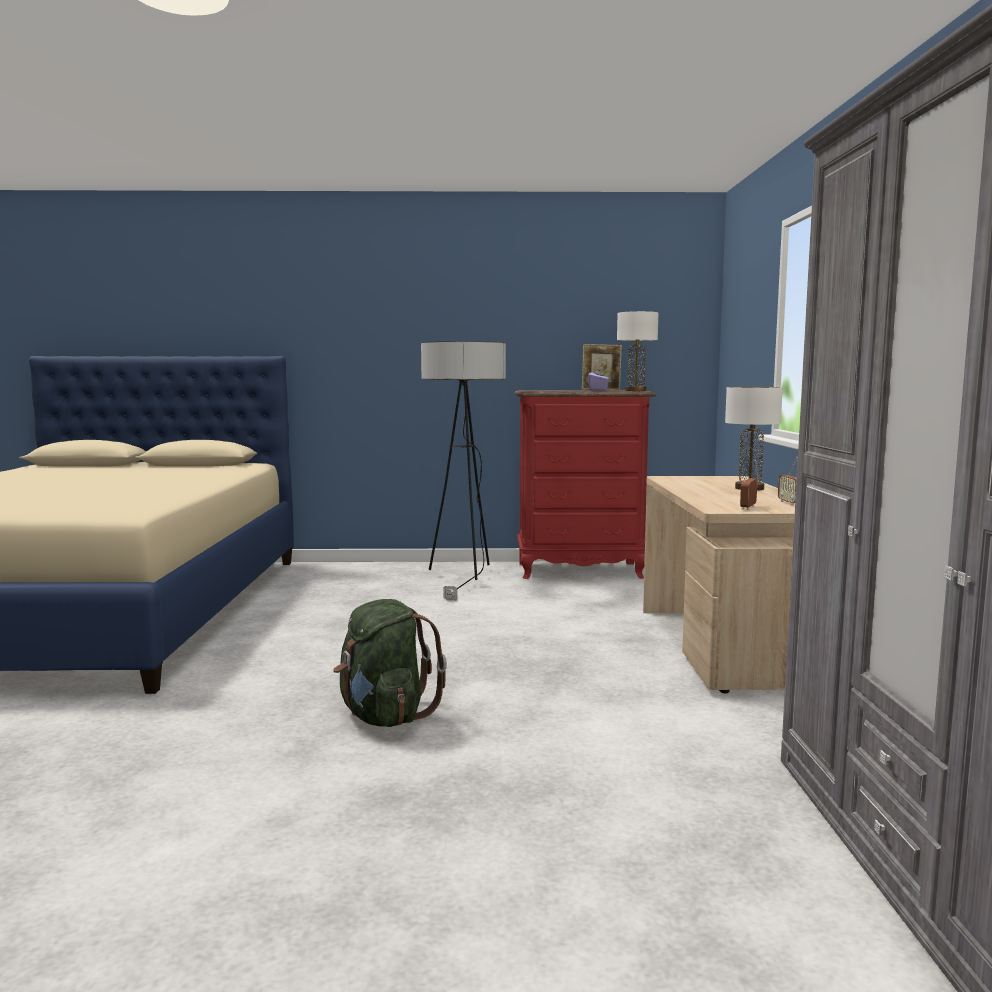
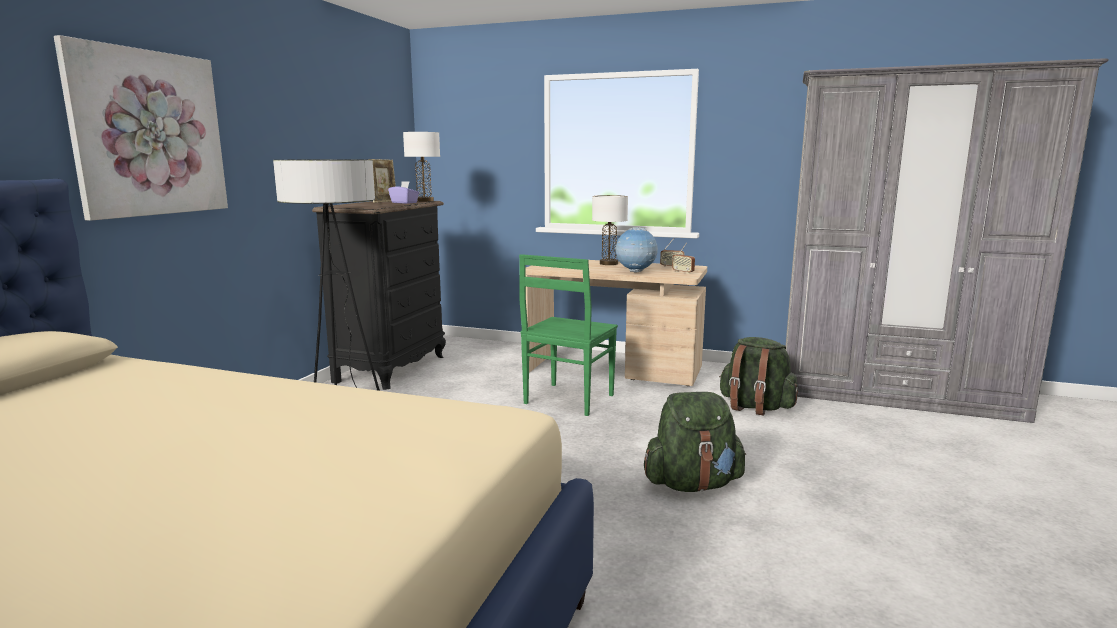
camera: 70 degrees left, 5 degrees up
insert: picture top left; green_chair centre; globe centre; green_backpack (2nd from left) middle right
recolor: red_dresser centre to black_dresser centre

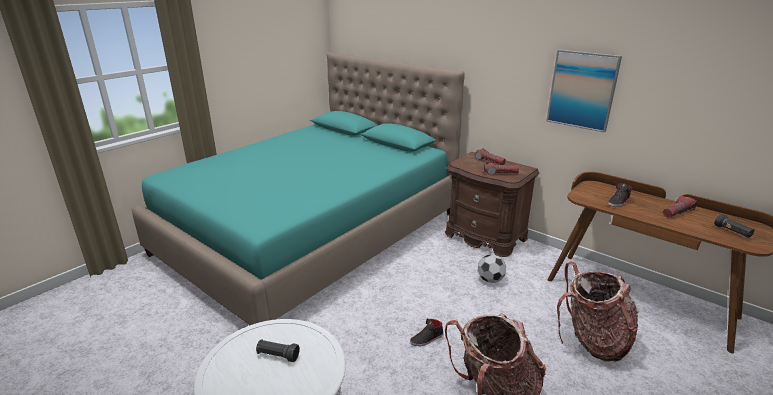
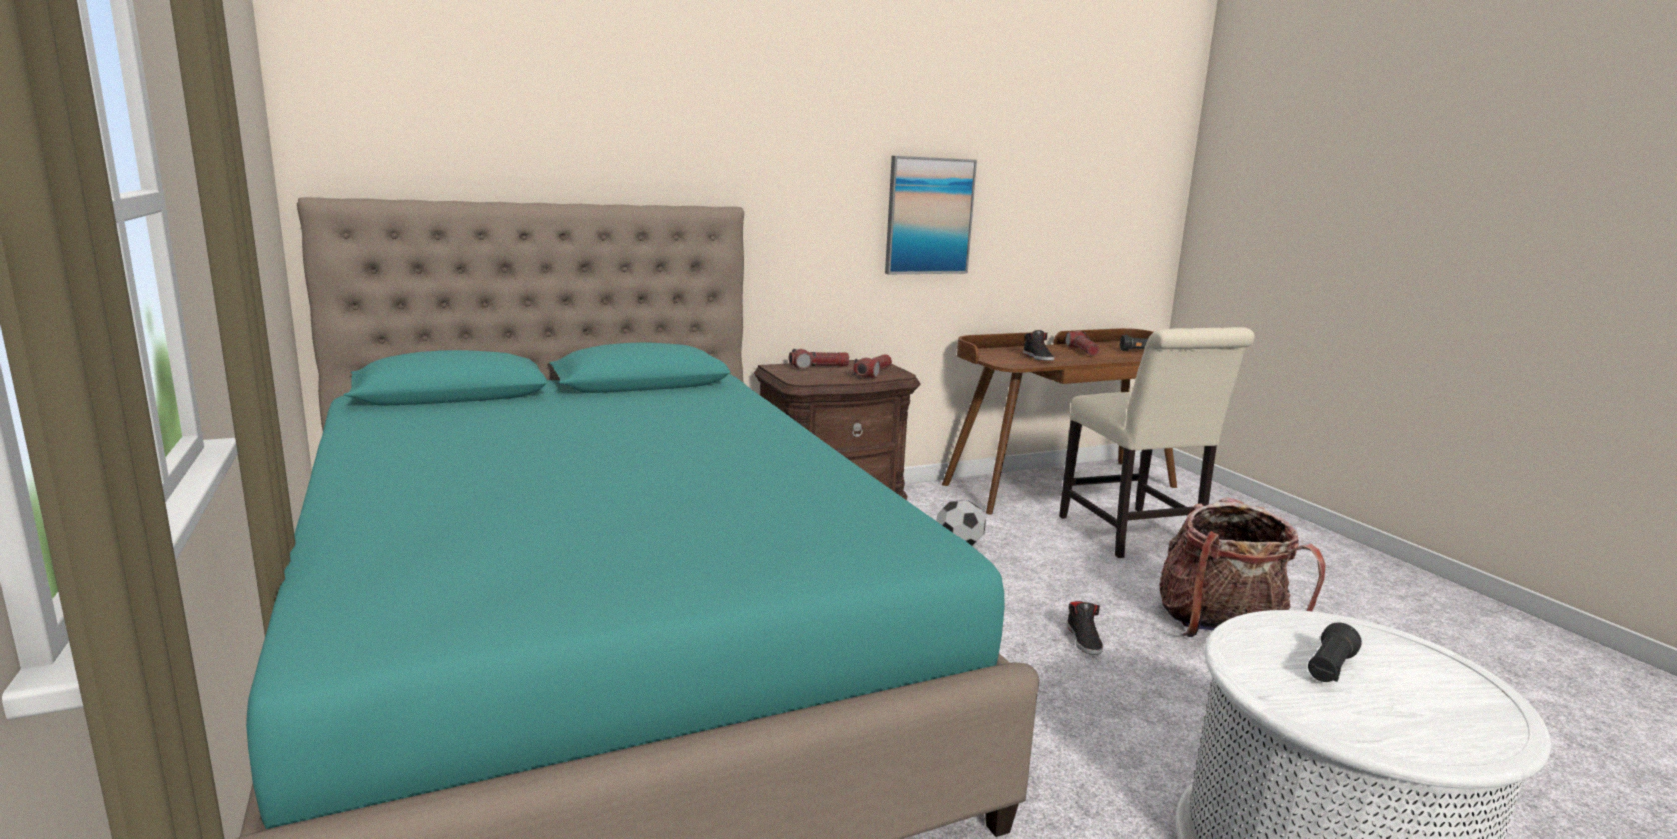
camera: 65 degrees left, 10 degrees down
replace: backpack (2nd from left) bottom right to beige_chair middle right

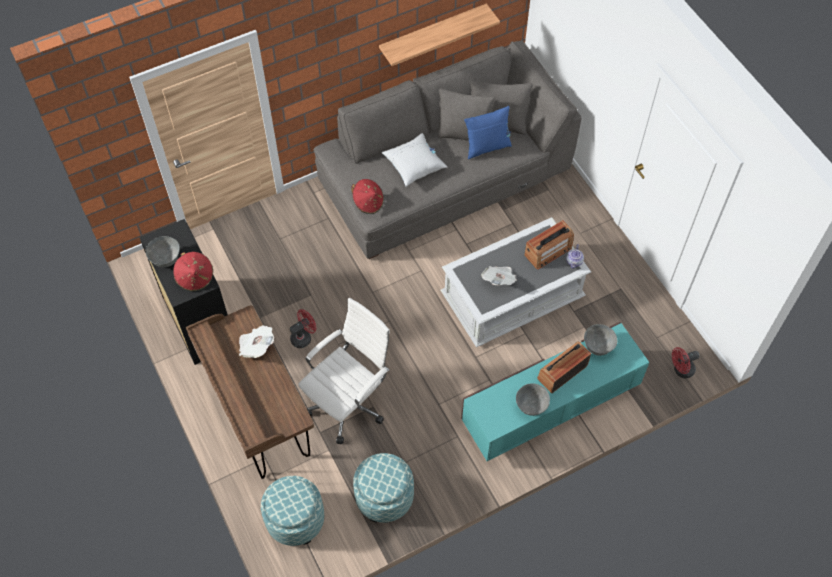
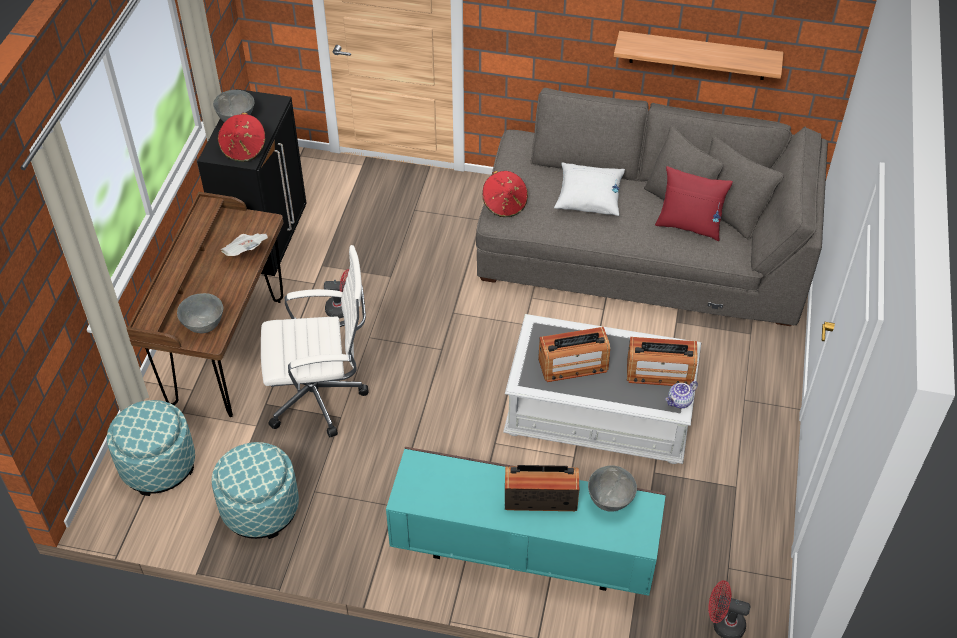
camera: 40 degrees right, 10 degrees down
move: grey_bowl (2nd from left in the first image) bottom centre to grey_bowl (1st from left) middle left
replace: newspaper (2nd from left) centre to radio (2nd from left) centre
recolor: blue_pillow top centre to red_pillow top right

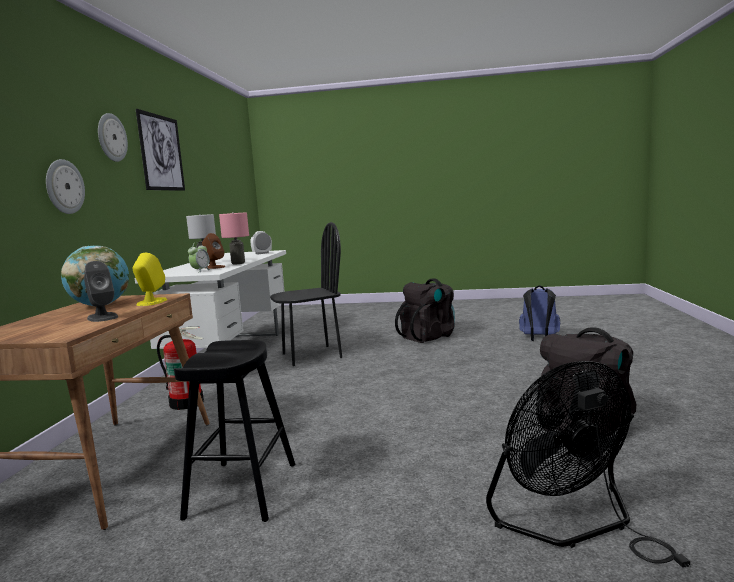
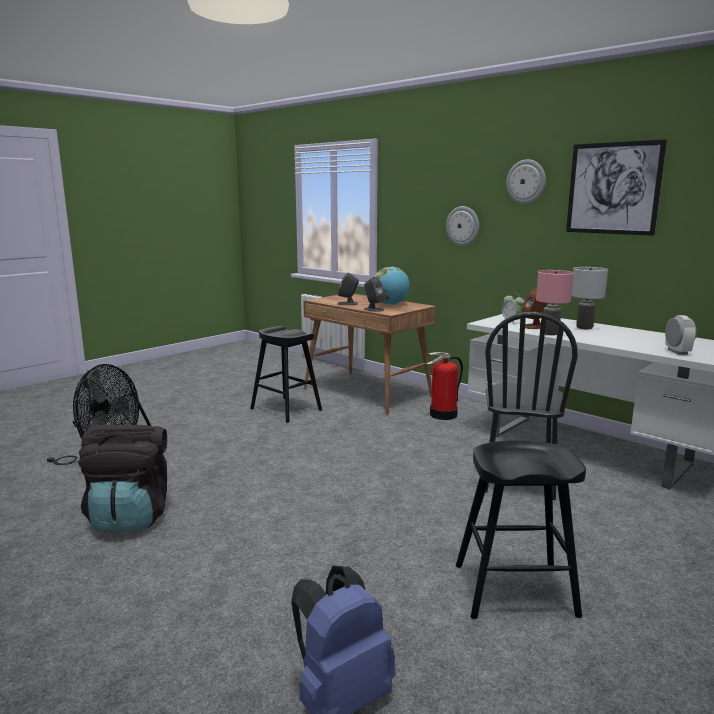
camera: 125 degrees right, 5 degrees up
replace: black_backpack (1st from left) centre to black_stool (2nd from left) bottom right
recolor: yellow_speaker middle left to grey_speaker (2nd from left) centre

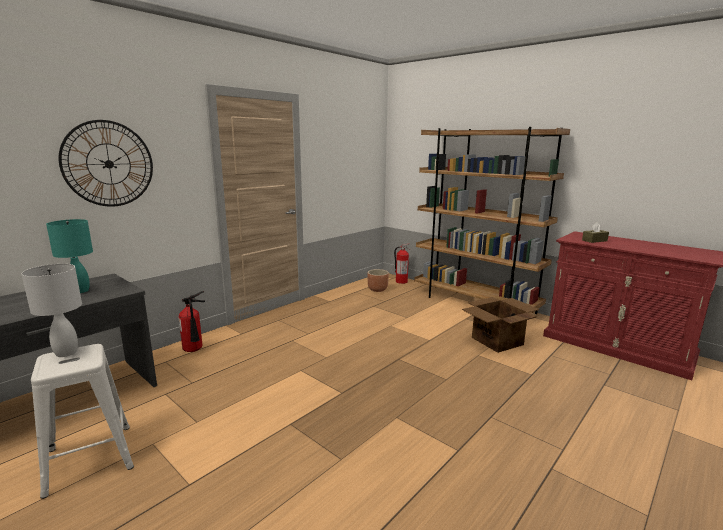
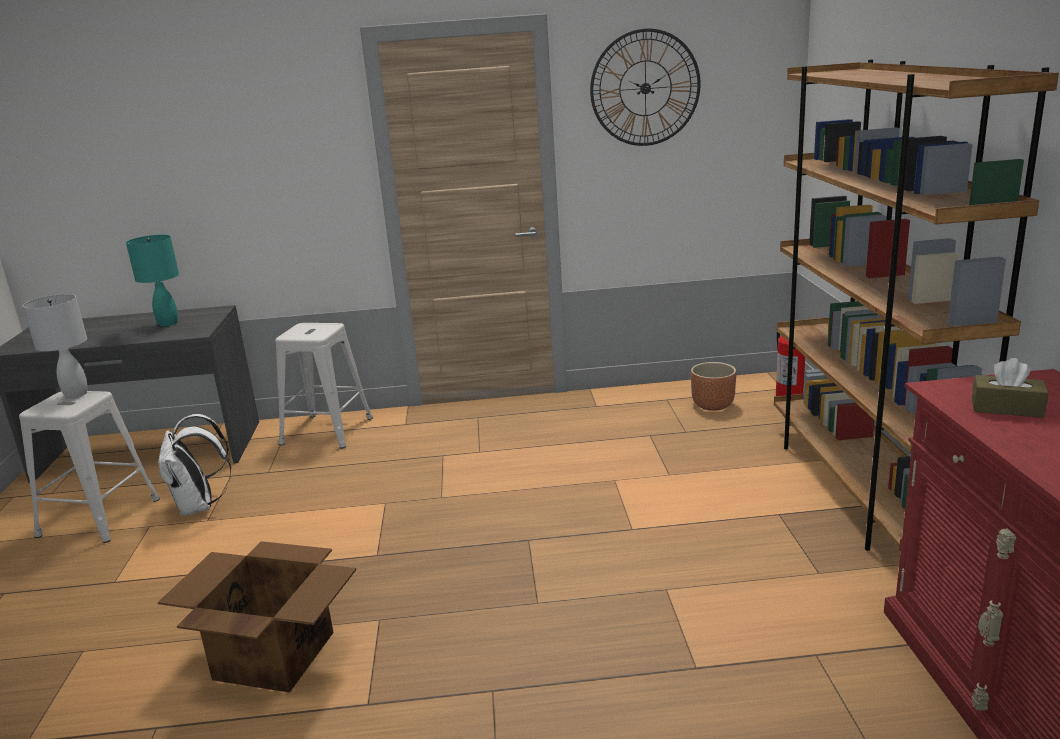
camera: 45 degrees right, 5 degrees up
insert: white_backpack middle left
move: wall_clock top left to top centre; cardboard_box middle right to bottom left
replace: fire_extinguisher (1st from left) middle left to white_stool (2nd from left) middle left

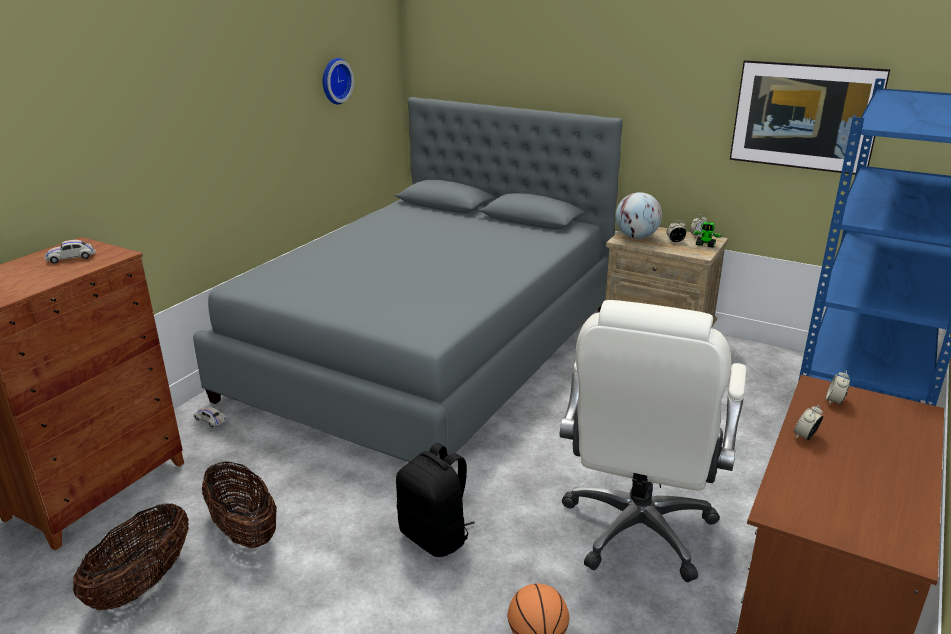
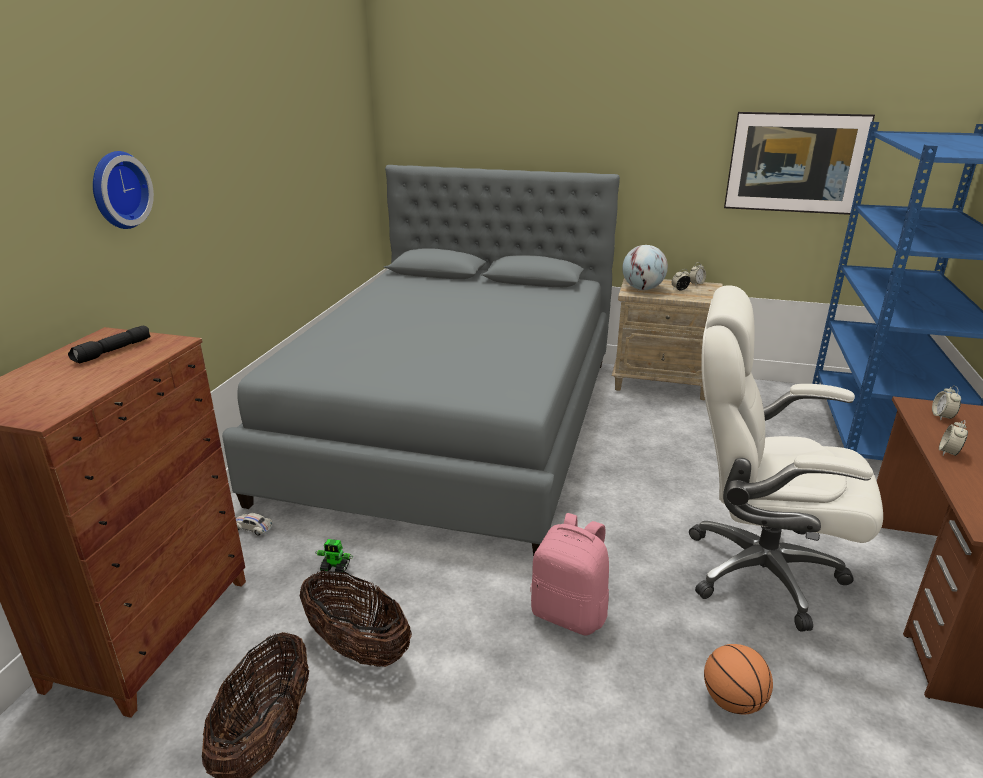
camera: 15 degrees left, 0 degrees up
move: wall_clock top centre to top left; toy_robot middle right to bottom centre
replace: white_toy_car (1st from left) middle left to black_flashlight middle left
recolor: black_backpack bottom centre to pink_backpack bottom centre
rotate: white_office_chair bottom right = middle right 105 degrees clockwise

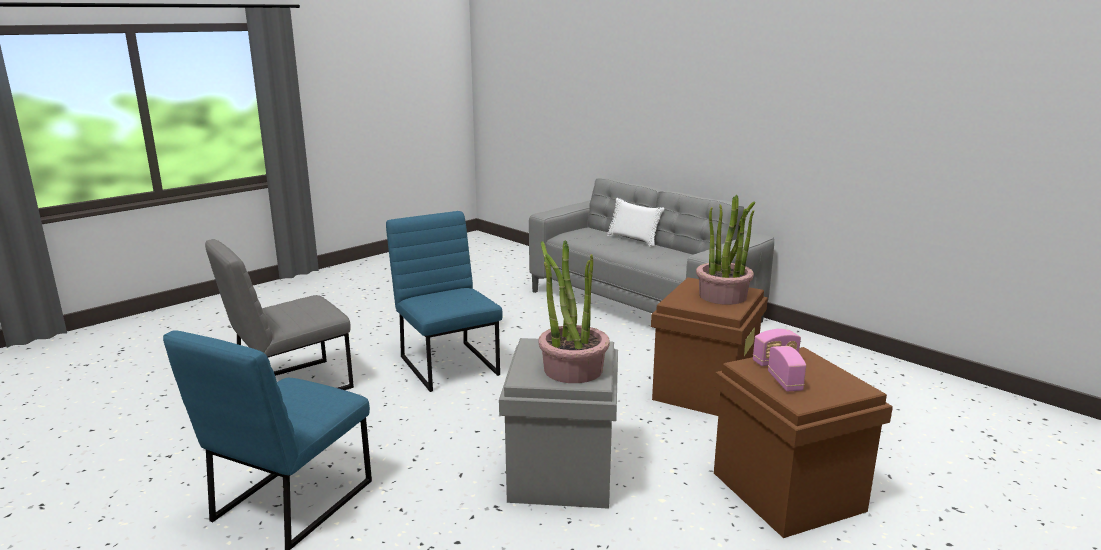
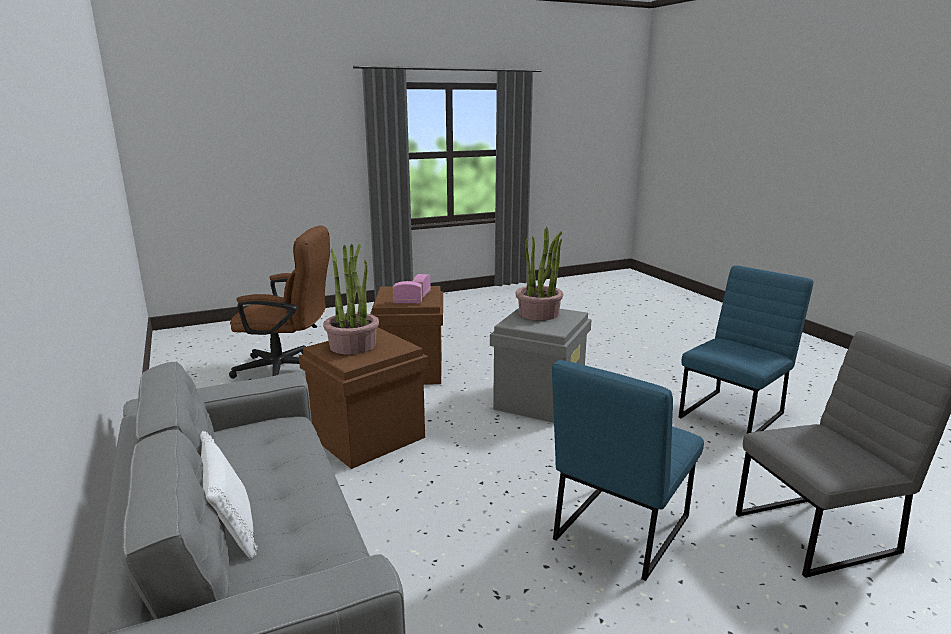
camera: 160 degrees left, 0 degrees up
insert: brown_office_chair middle left
rotate: blue_chair (2nd from left in the first image) centre = bottom centre 45 degrees clockwise

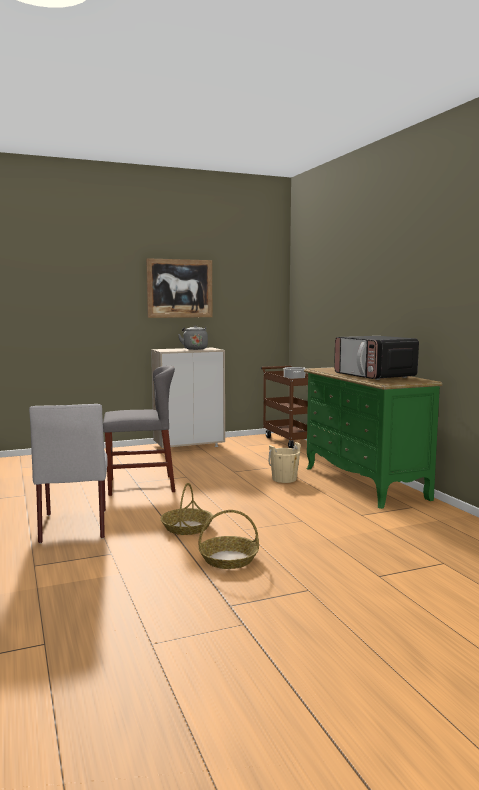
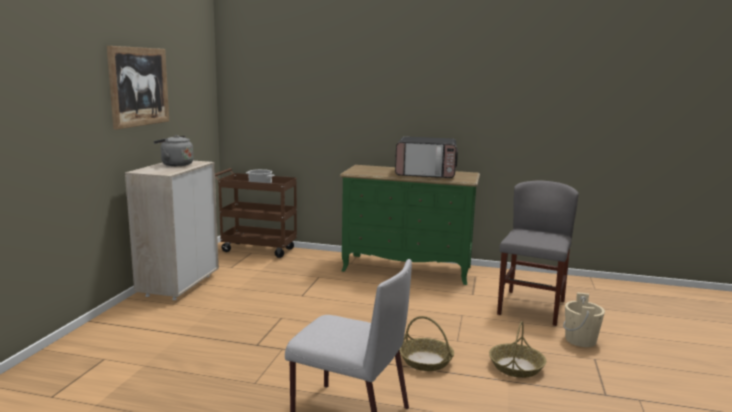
camera: 55 degrees left, 5 degrees up
move: grey_chair (2nd from left) middle left to middle right; beige_bucket centre to bottom right

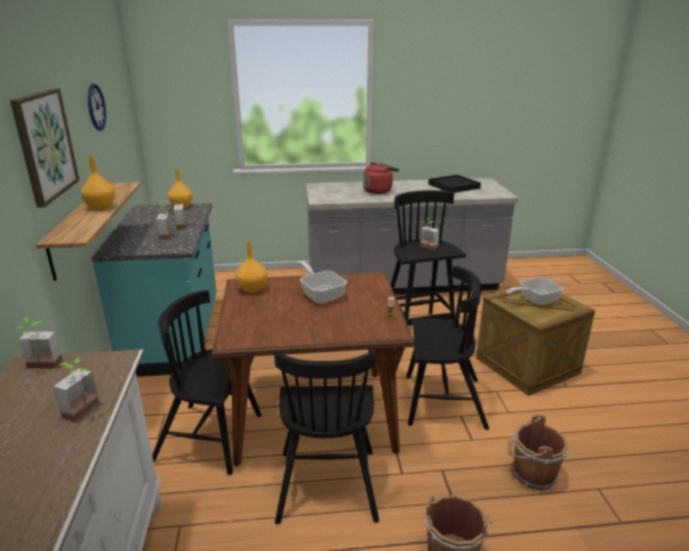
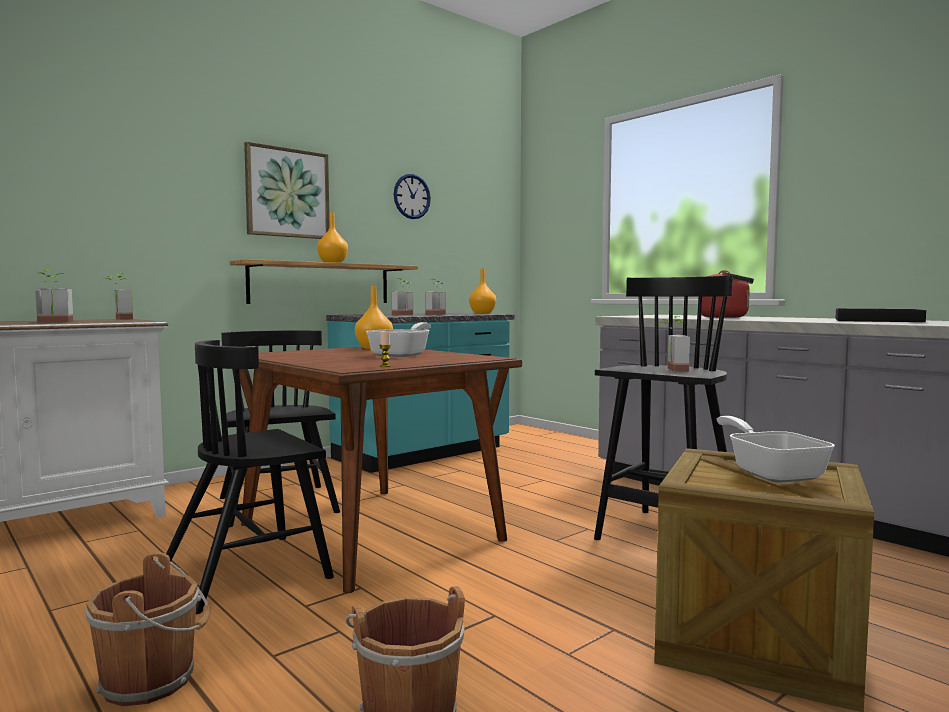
camera: 55 degrees right, 20 degrees down
delete: black_chair (3rd from left) centre
rotate: frying_pan (2nd from left) middle right = middle right 45 degrees clockwise

